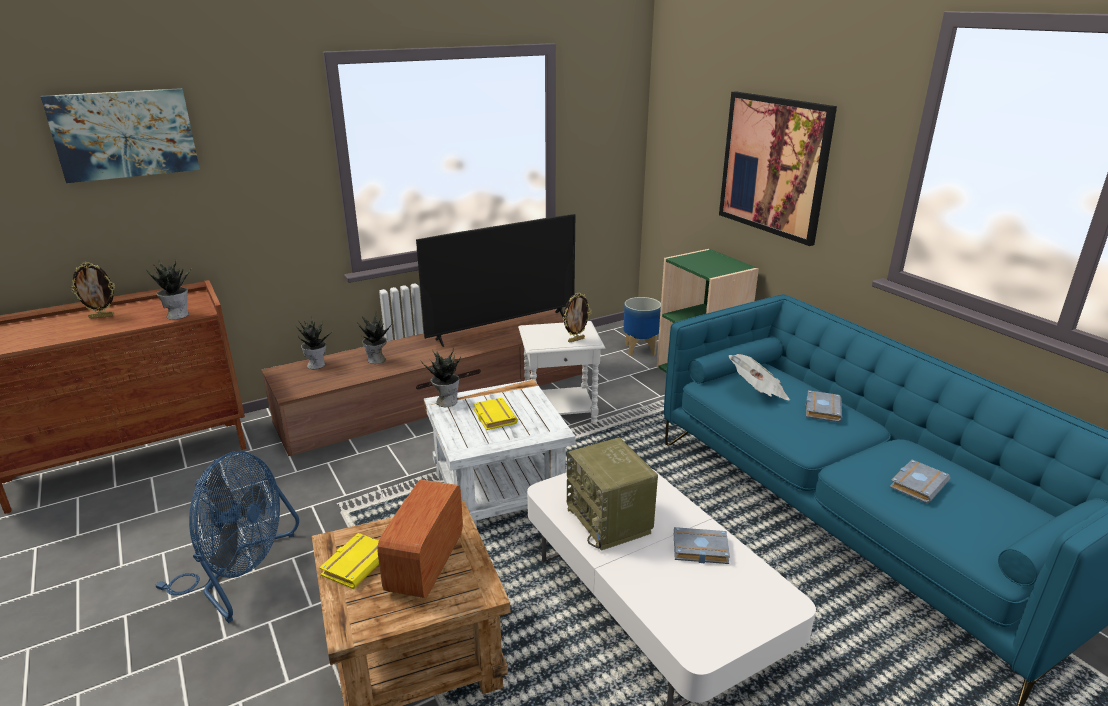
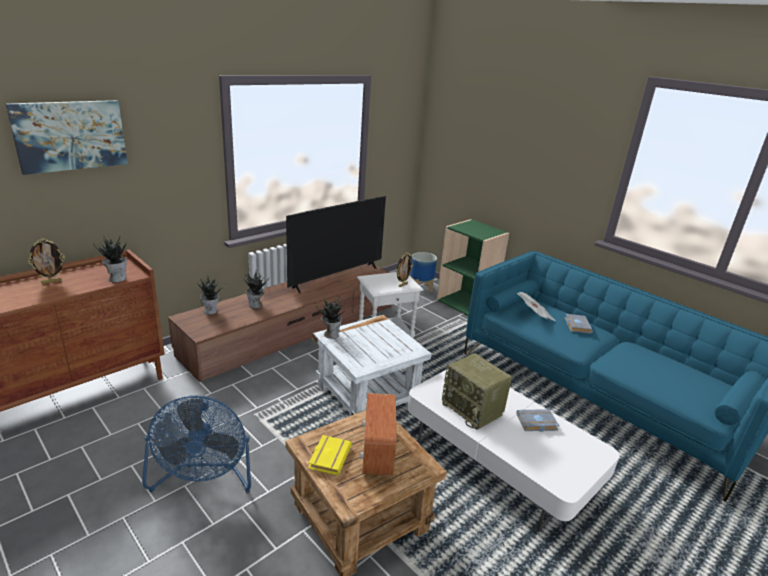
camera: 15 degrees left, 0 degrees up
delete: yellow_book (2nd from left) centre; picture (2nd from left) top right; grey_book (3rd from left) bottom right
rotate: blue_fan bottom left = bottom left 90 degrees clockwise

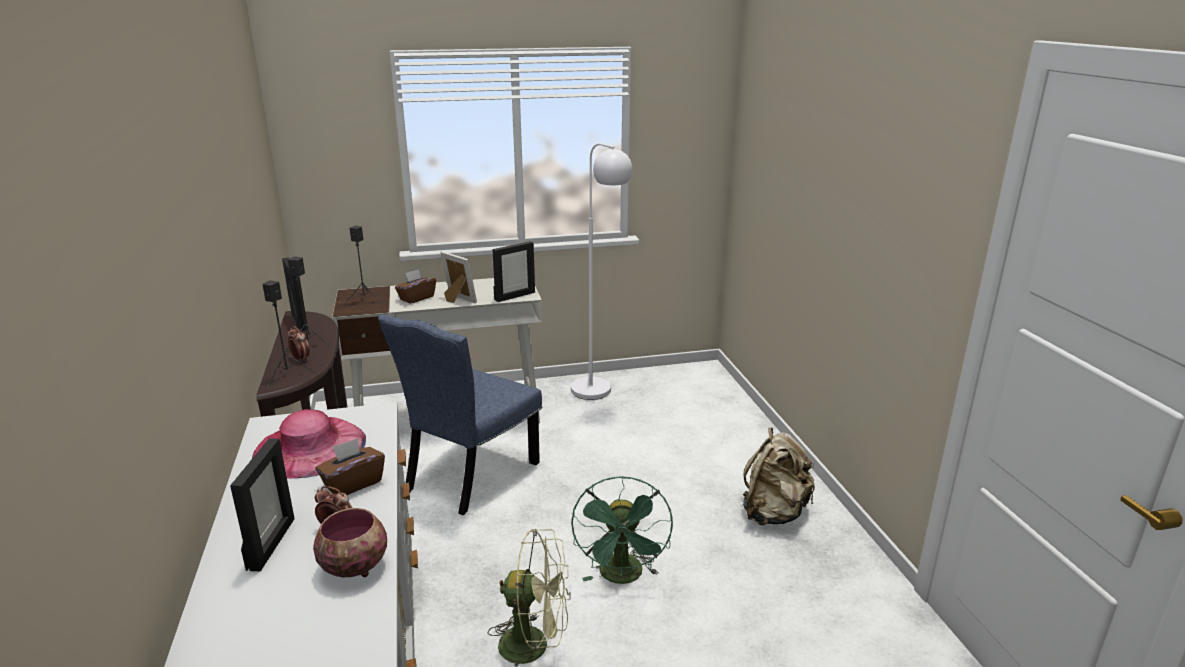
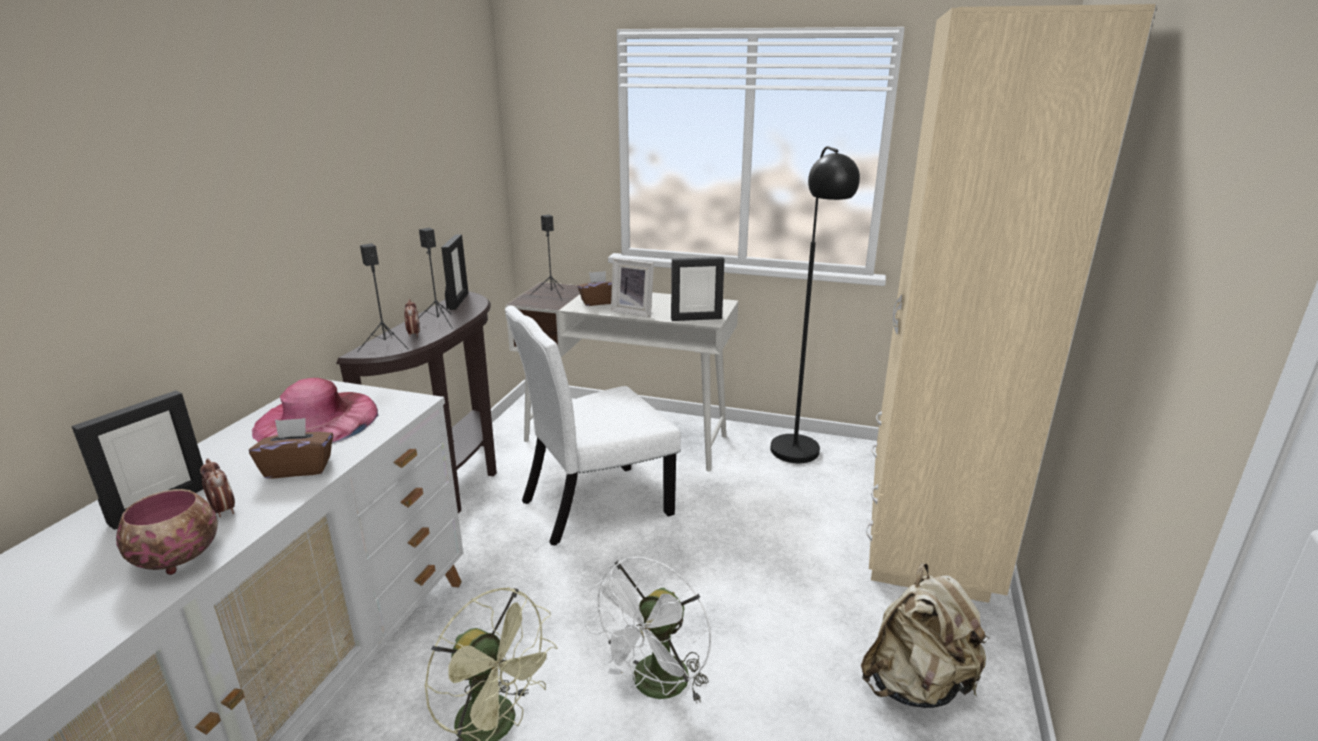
camera: 30 degrees right, 0 degrees up
insert: beige_wardrobe middle right
recolor: blue_chair centre to white_chair centre; white_floor_lamp centre to black_floor_lamp centre; green_fan (2nd from left) bottom centre to white_fan bottom centre
rotate: picture_frame (3rd from left) centre = centre 135 degrees clockwise

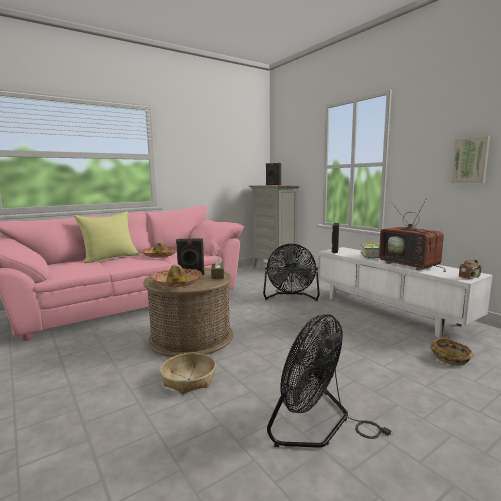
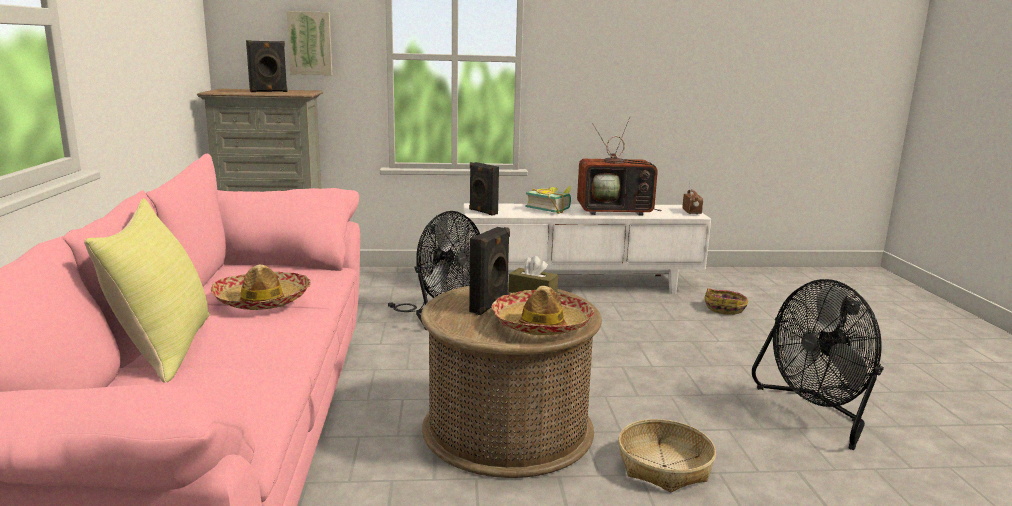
camera: 60 degrees left, 5 degrees up
move: picture top right to top left

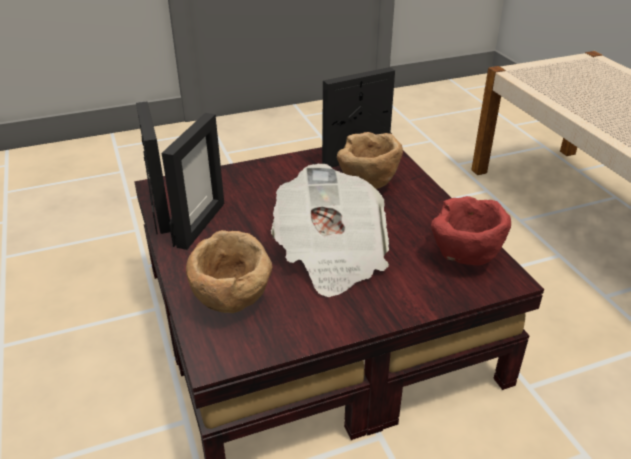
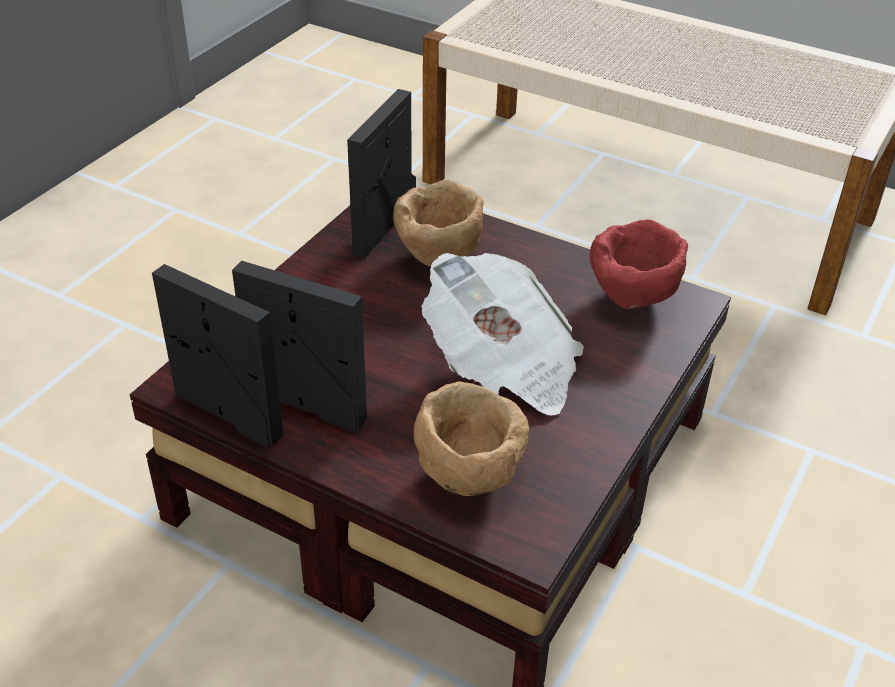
camera: 40 degrees left, 5 degrees up
rotate: picture_frame (2nd from left) middle left = centre 45 degrees counterclockwise

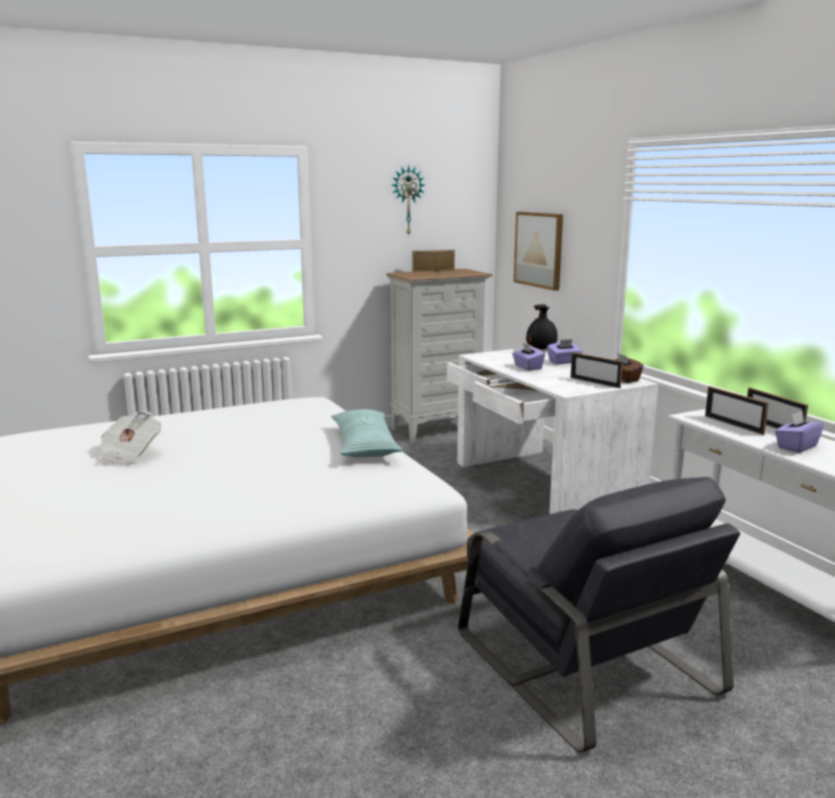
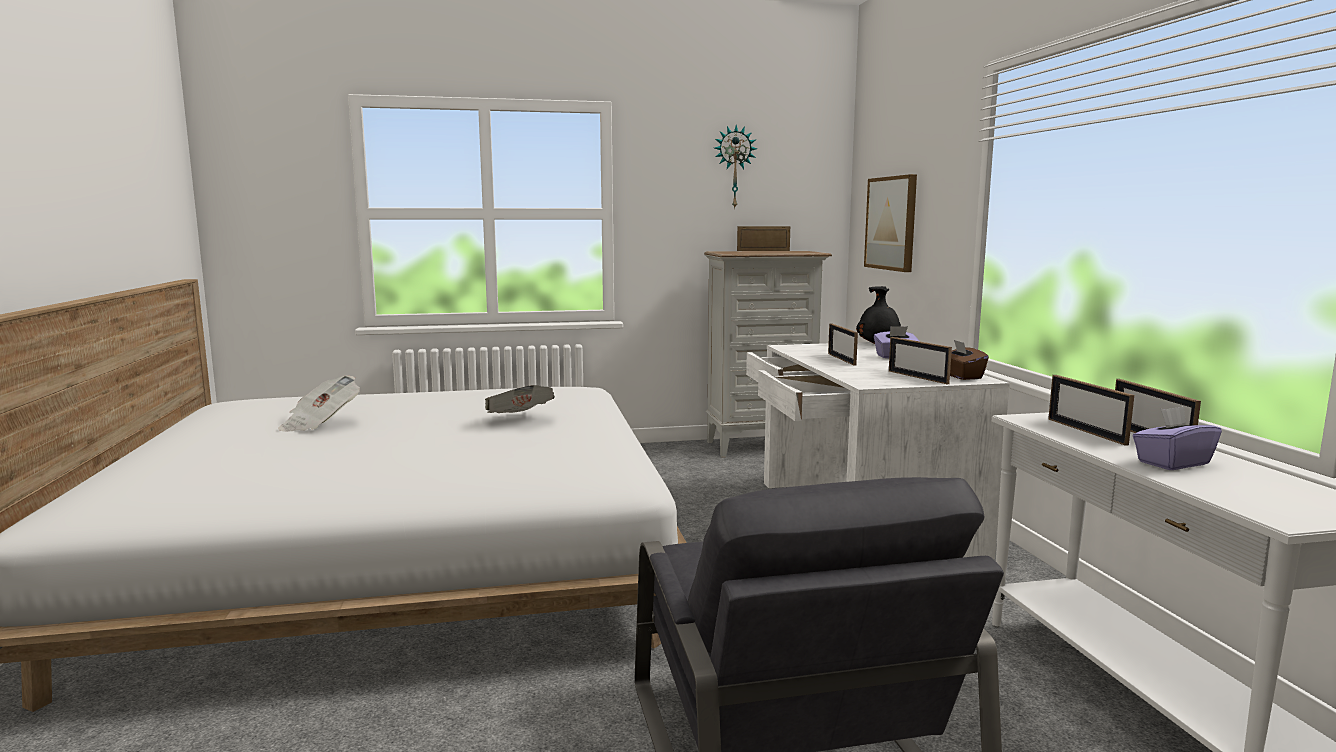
camera: 15 degrees right, 5 degrees down
delete: pillow centre
insert: newspaper (2nd from left) centre
replace: purple_tissue_box (1st from left) centre to picture_frame (2nd from left) centre

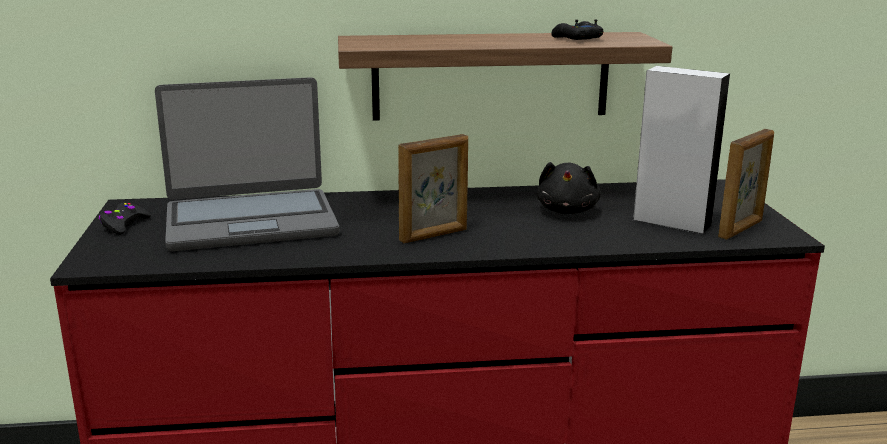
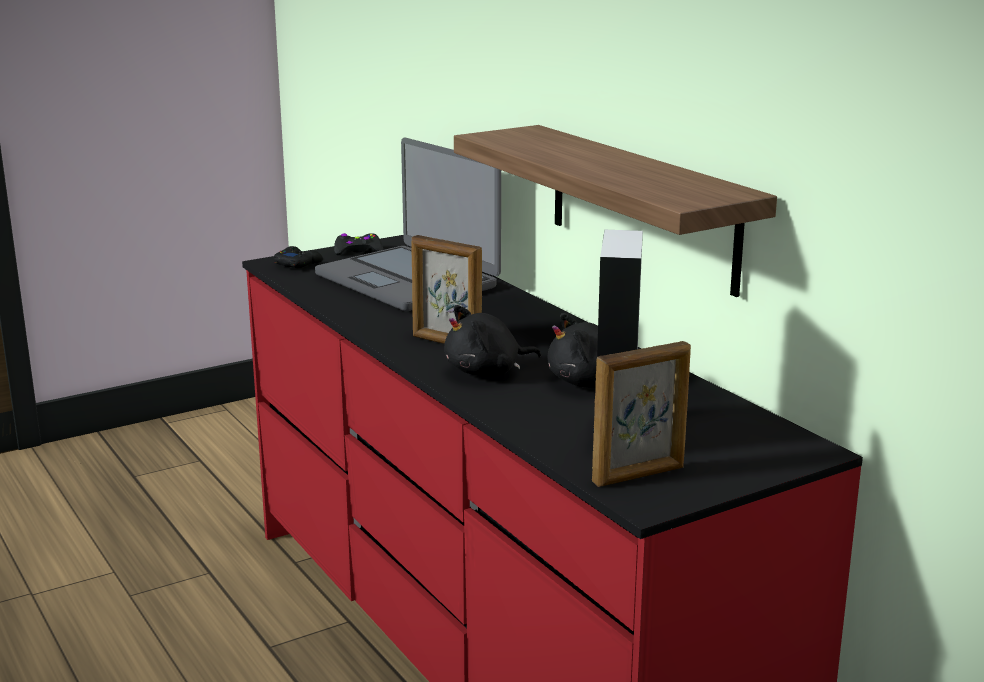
camera: 65 degrees right, 0 degrees up
insert: black_plush_toy (1st from left) centre
move: black_game_controller (2nd from left in the first image) top centre to black_game_controller (1st from left) middle left
rotate: picture_frame (2nd from left) middle right = centre 45 degrees counterclockwise

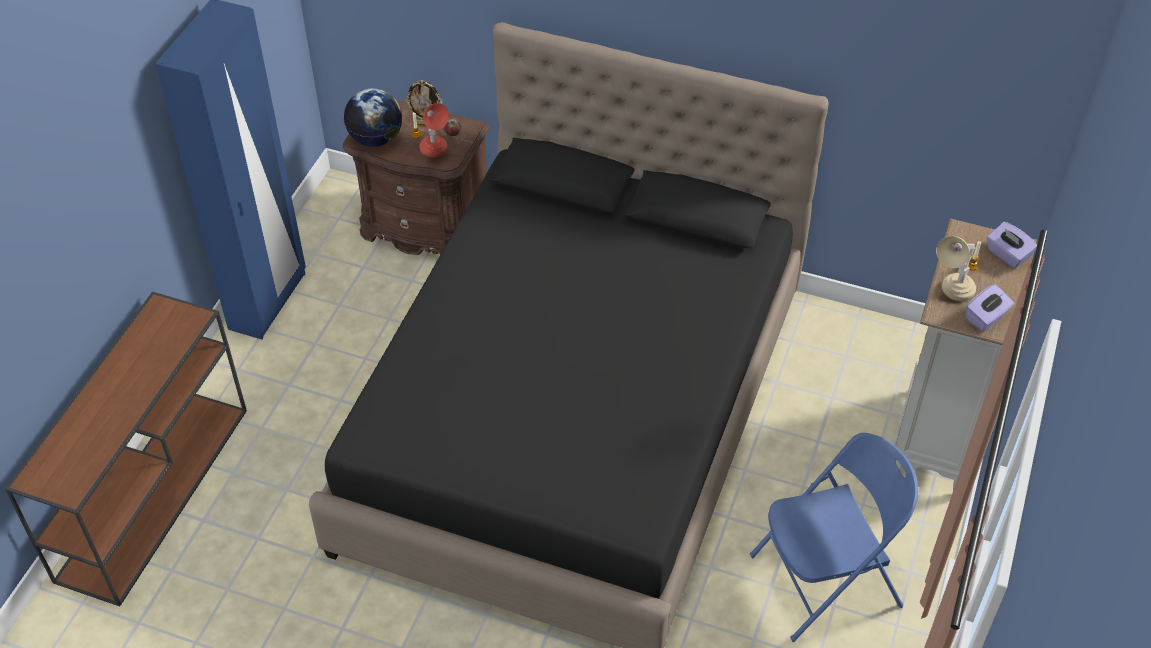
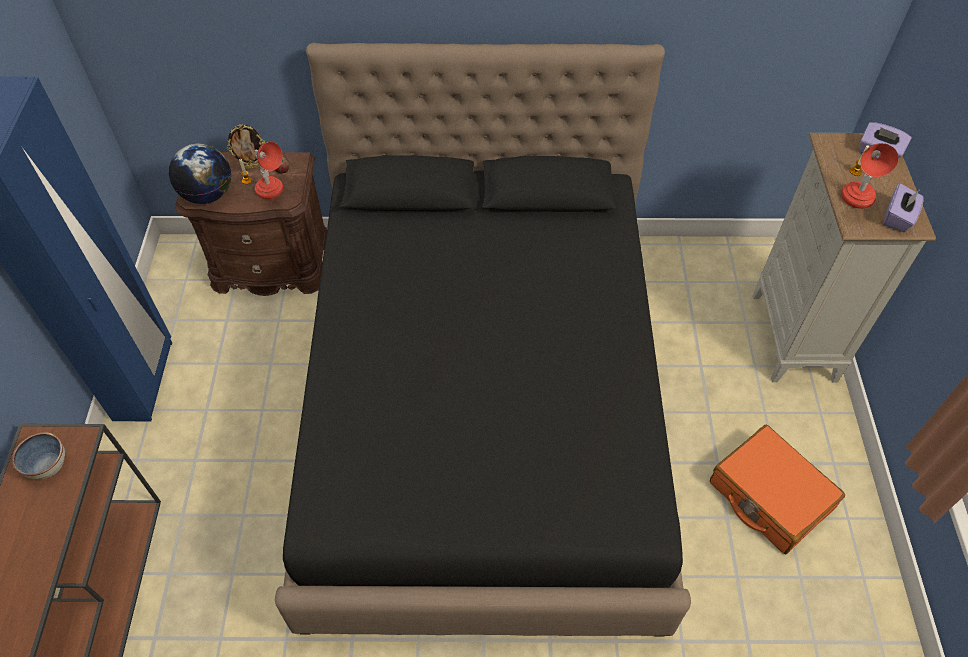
camera: 20 degrees left, 5 degrees up
insert: bowl bottom left
replace: blue_chair bottom right to orange_suitcase bottom right
recolor: beige_table_lamp middle right to red_table_lamp (2nd from left) top right

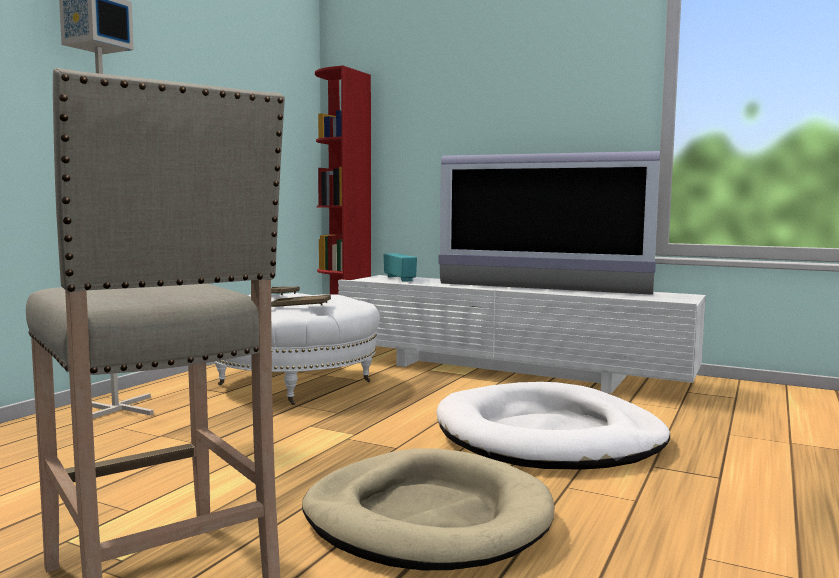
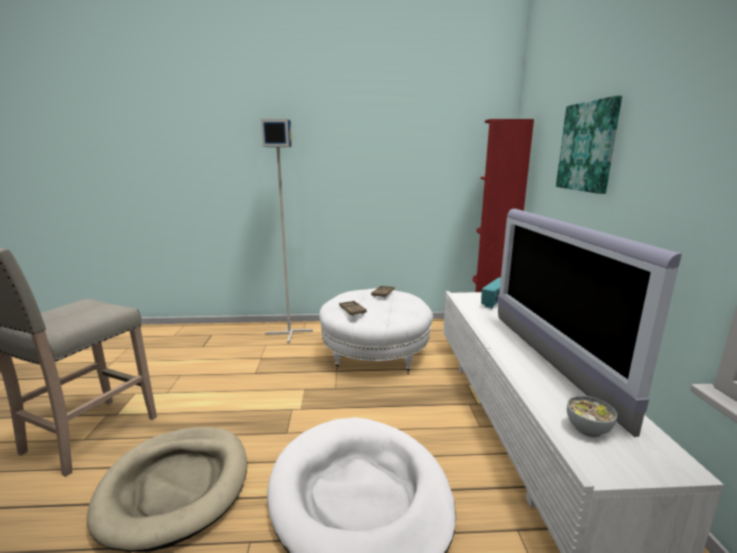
camera: 60 degrees right, 10 degrees up
insert: picture top right; bowl bottom right

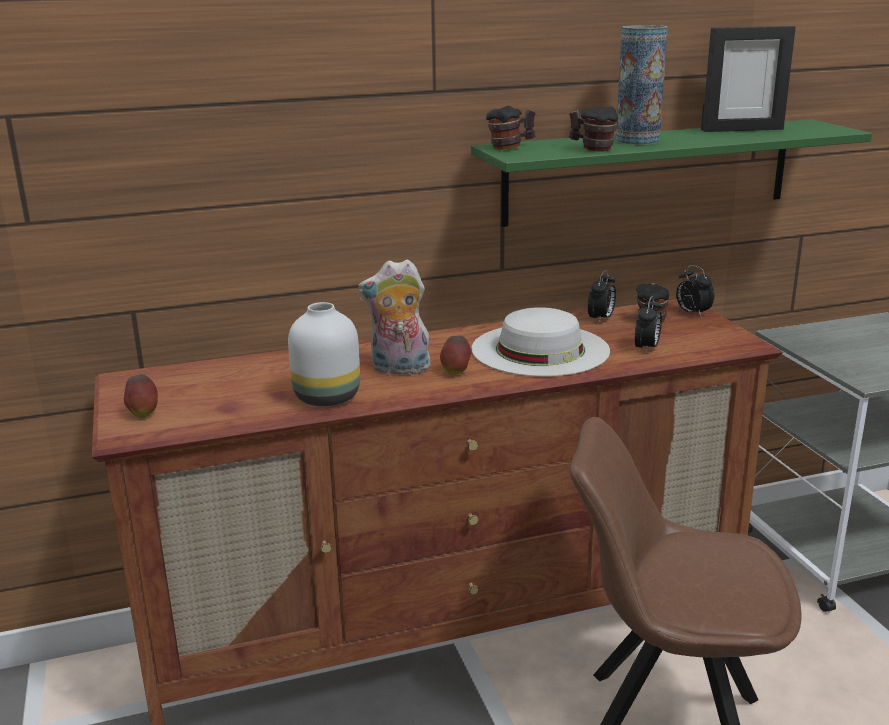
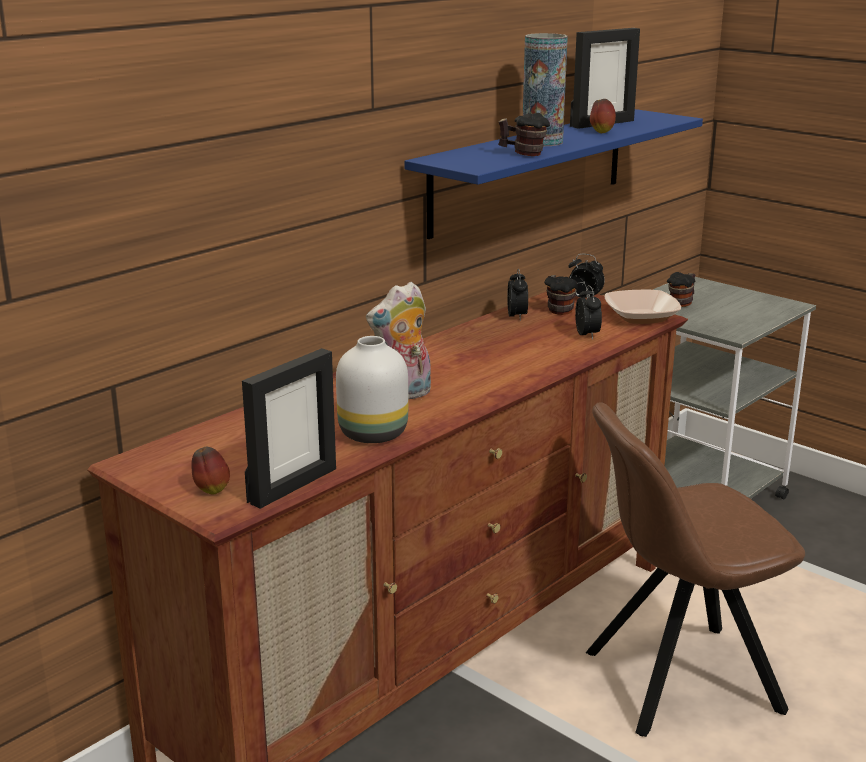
camera: 30 degrees left, 0 degrees up
delete: white_hat centre
insert: picture_frame (1st from left) centre; bowl middle right
move: apple (2nd from left) centre to top right; mug (1st from left in the first image) top centre to mug (3rd from left) middle right
recolor: green_shelf top right to blue_shelf top centre

